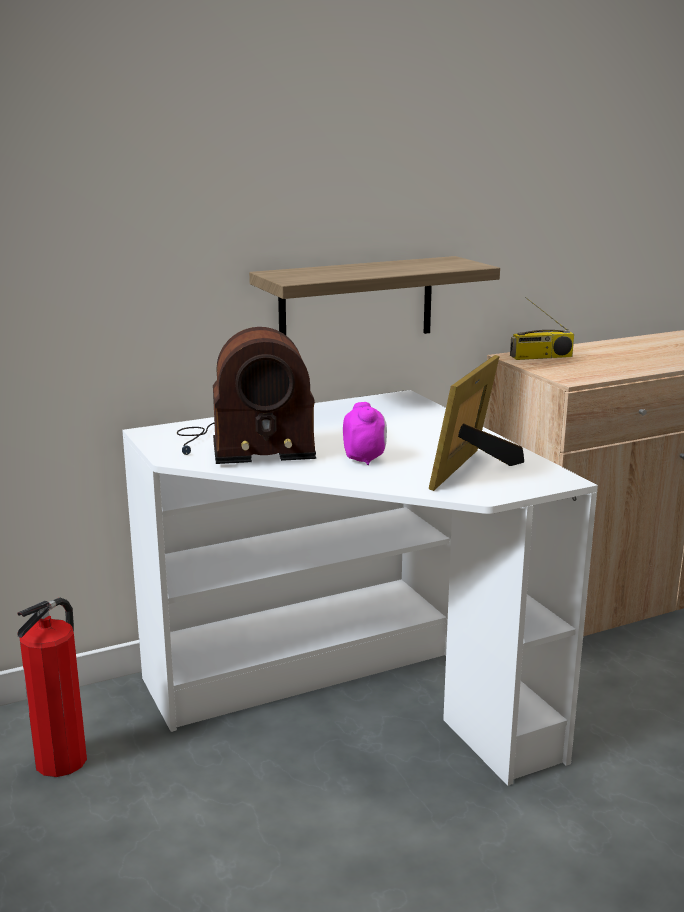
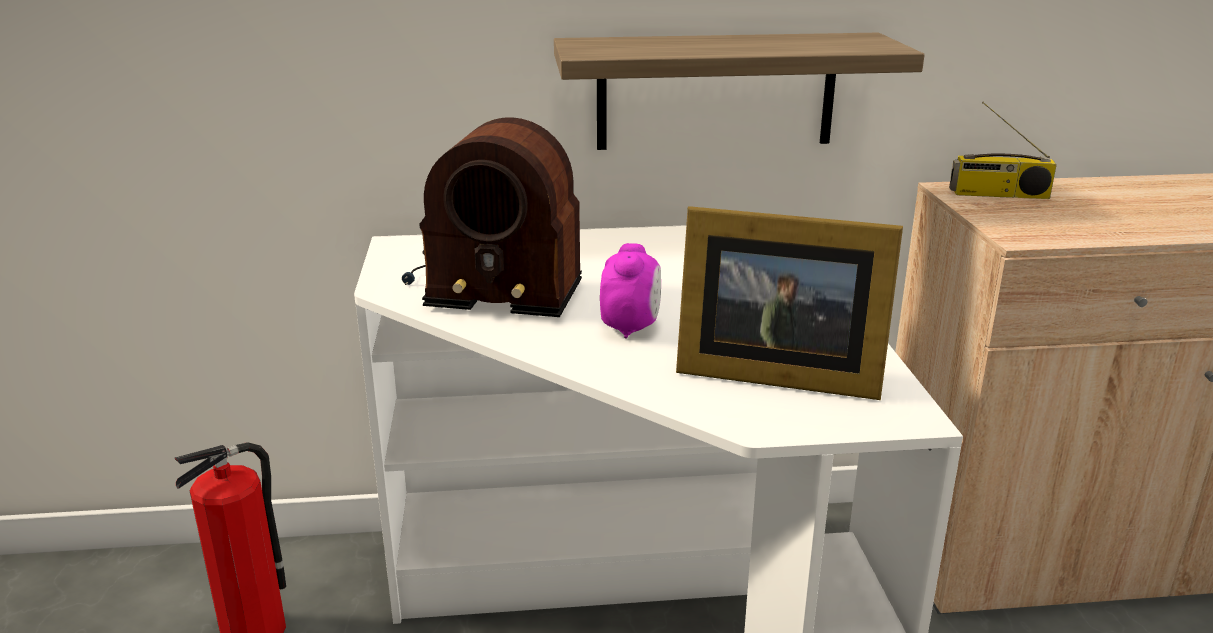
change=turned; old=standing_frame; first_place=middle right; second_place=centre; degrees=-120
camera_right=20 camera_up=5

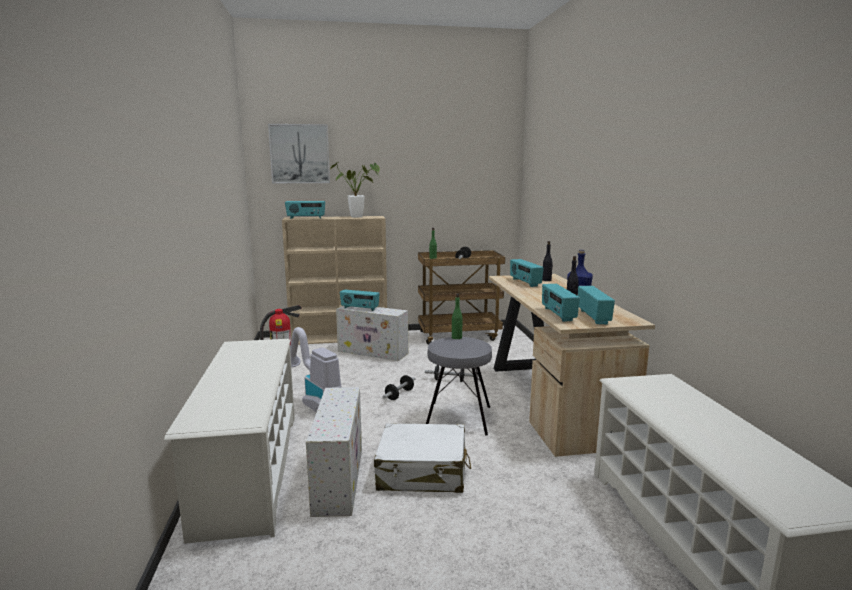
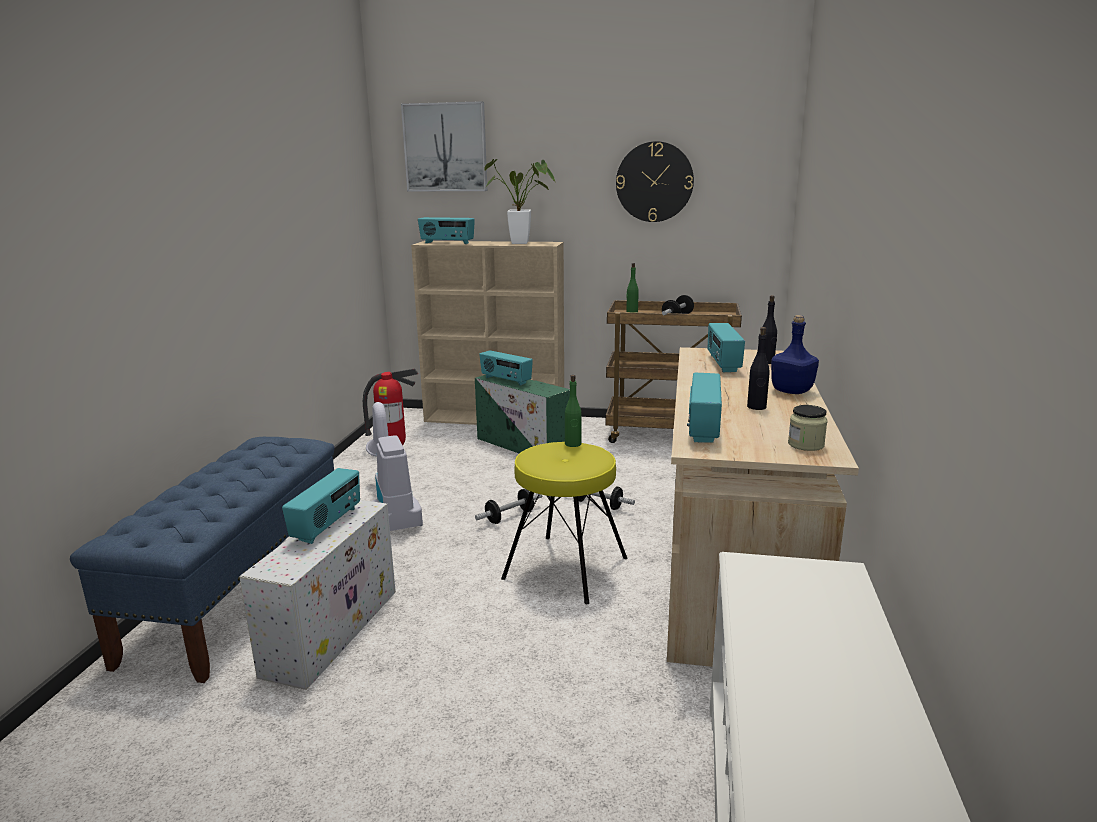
change=removed; old=white_piece_of_luggage; first_place=bottom centre
change=added; new=hanging_clock; second_place=top centre
change=added; new=jar; second_place=middle right
change=moved; old=radio (5th from left in the first image); new=radio (1st from left); first_place=middle right; second_place=middle left
change=replaced; old=white_shoe_rack (1st from left); new=bluish_indoor_bench; first_place=bottom left; second_place=bottom left
change=recoloured; old=white_storage_bin (2nd from left); new=green_storage_bin; first_place=centre; second_place=centre
change=recoloured; old=grey_stool; new=yellow-coloured_stool; first_place=centre; second_place=centre
camera_right=20 camera_up=5

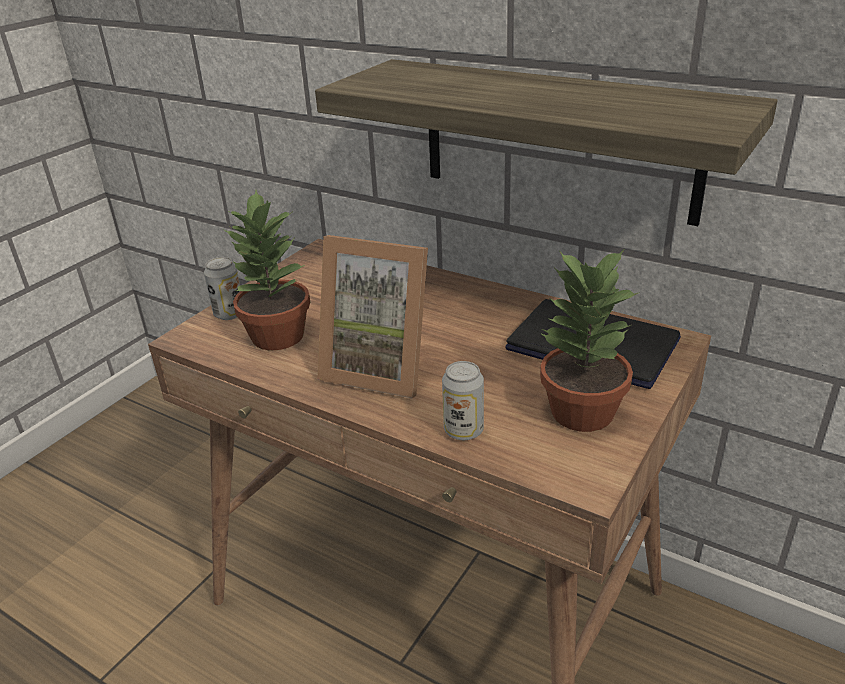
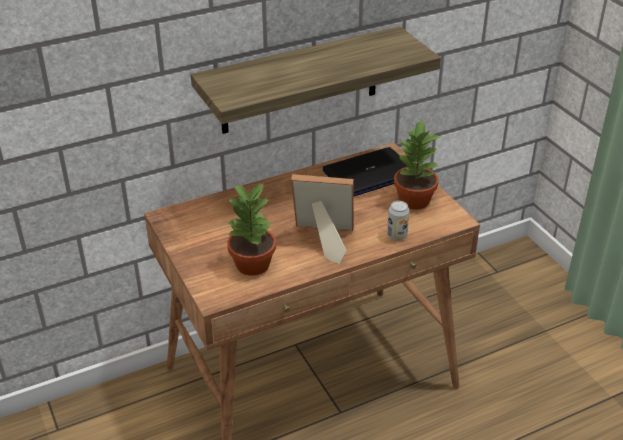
change=removed; old=metal_can (1st from left); first_place=middle left
change=turned; old=standing_frame; first_place=centre; second_place=centre; degrees=-135
camera_right=-60 camera_up=5

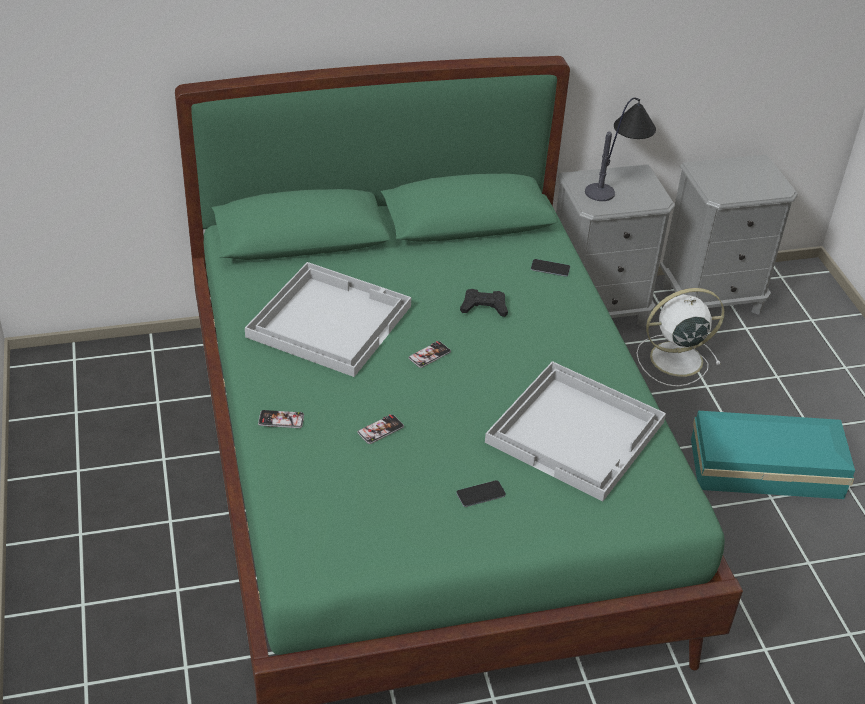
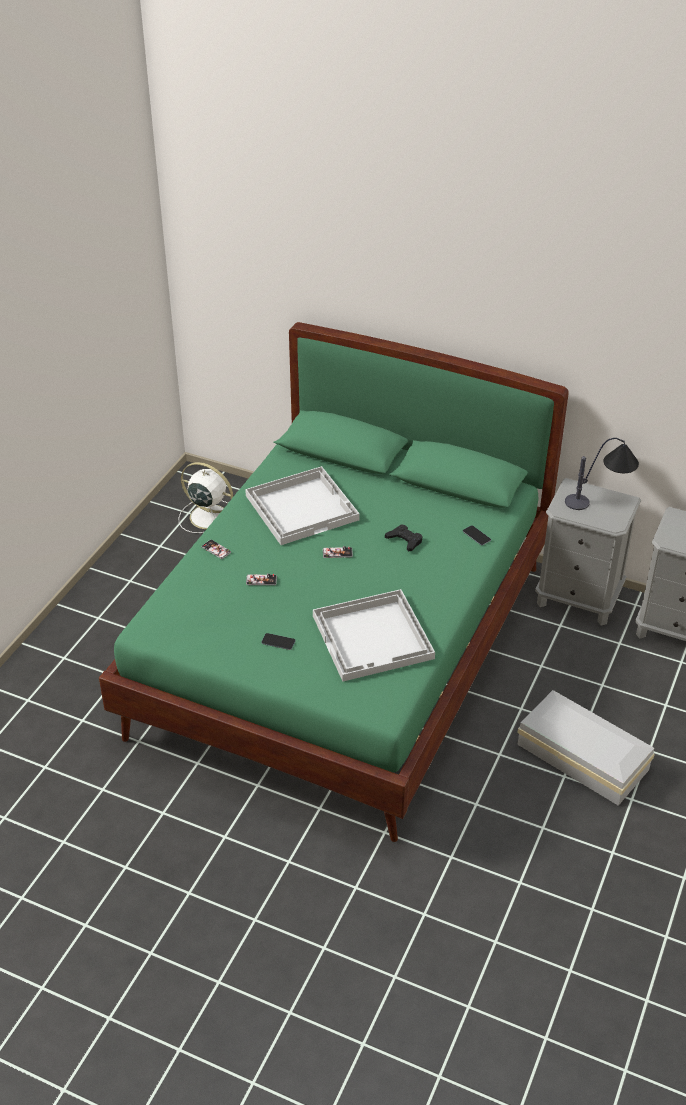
change=moved; old=white_cooling_fan; first_place=middle right; second_place=middle left
change=recoloured; old=blue-green_storage_bin; new=white_storage_bin; first_place=middle right; second_place=bottom right
camera_right=40 camera_up=0

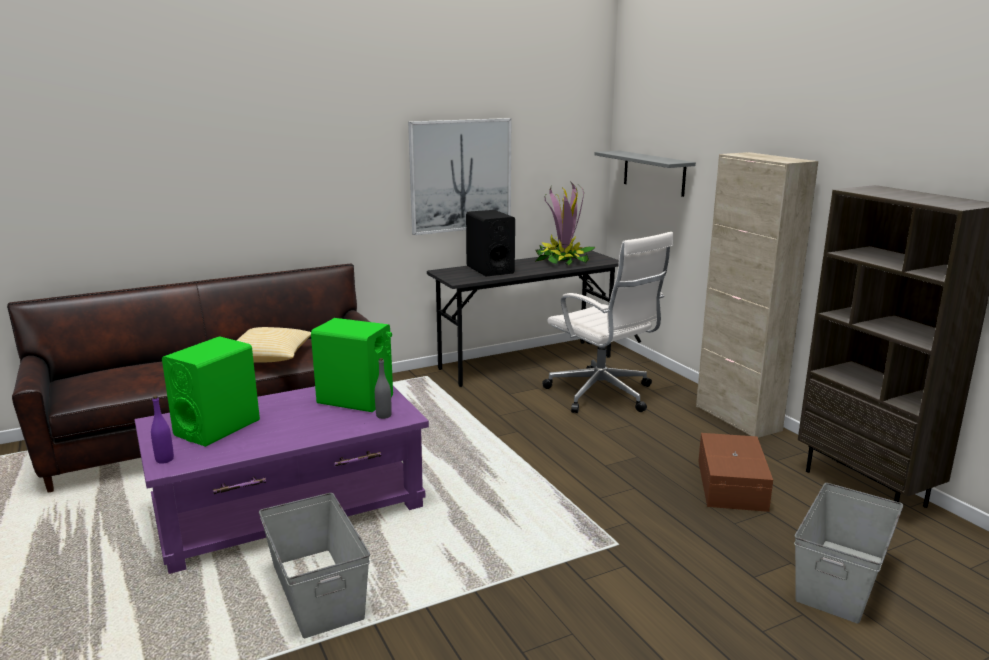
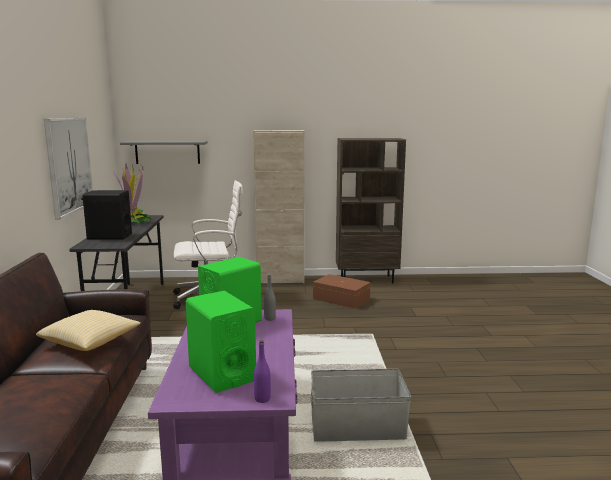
change=removed; old=grey_storage_bin (2nd from left); first_place=bottom right
camera_right=-65 camera_up=-5

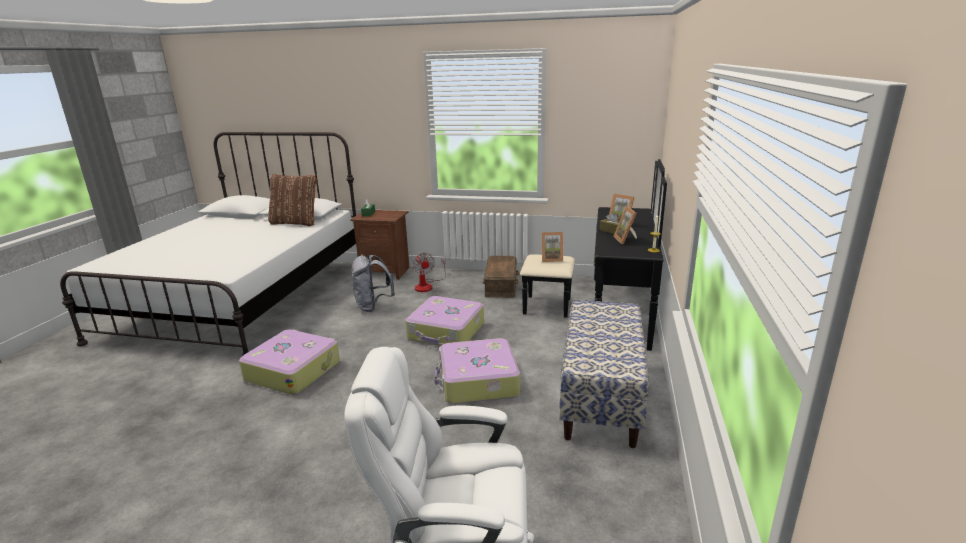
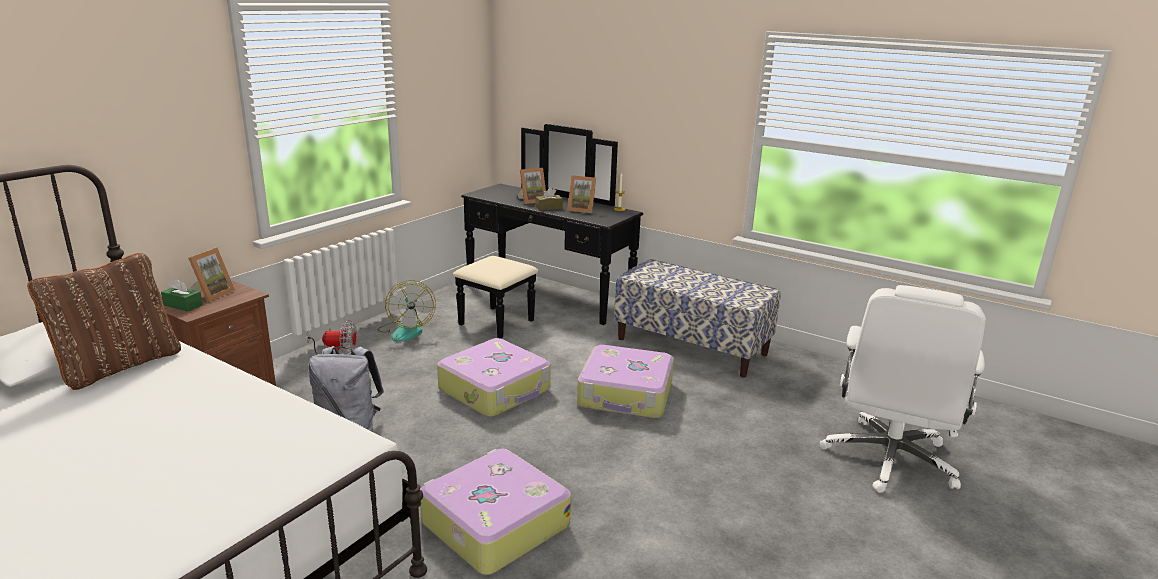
change=moved; old=standing_frame (1st from left); first_place=centre; second_place=middle left
change=replaced; old=brown-coloured_storage_bin; new=cooling_fan (2nd from left); first_place=centre; second_place=centre
camera_right=-70 camera_up=0

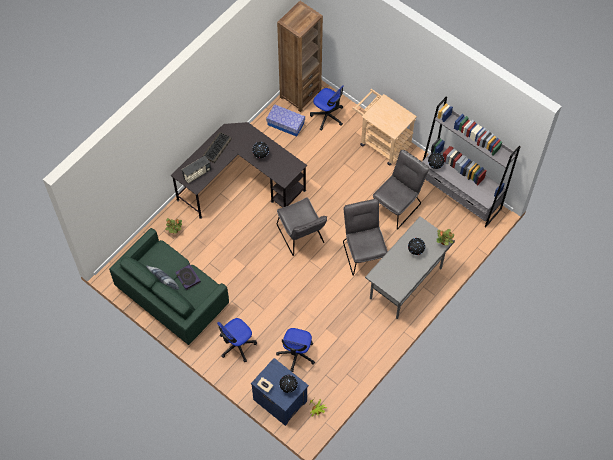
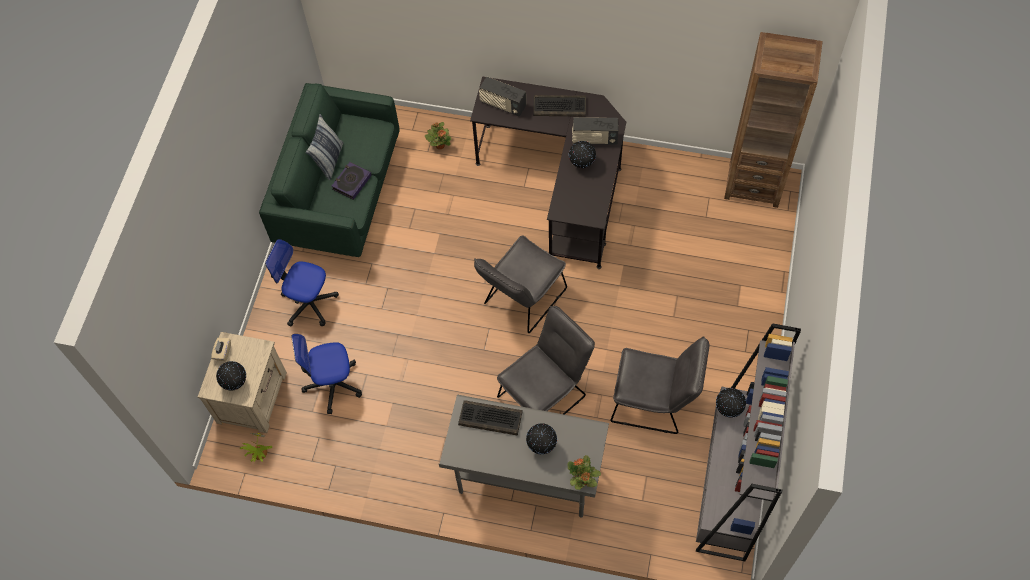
change=removed; old=storage_bin; first_place=top centre
change=removed; old=computer_chair (3rd from left); first_place=top centre
change=removed; old=beige_cart; first_place=top centre
change=added; new=computer_keyboard (1st from left); second_place=bottom centre
change=added; new=radio (2nd from left); second_place=top centre
change=recoloured; old=bluish_nightstand; new=beige_nightstand; first_place=bottom centre; second_place=middle left
camera_right=65 camera_up=0

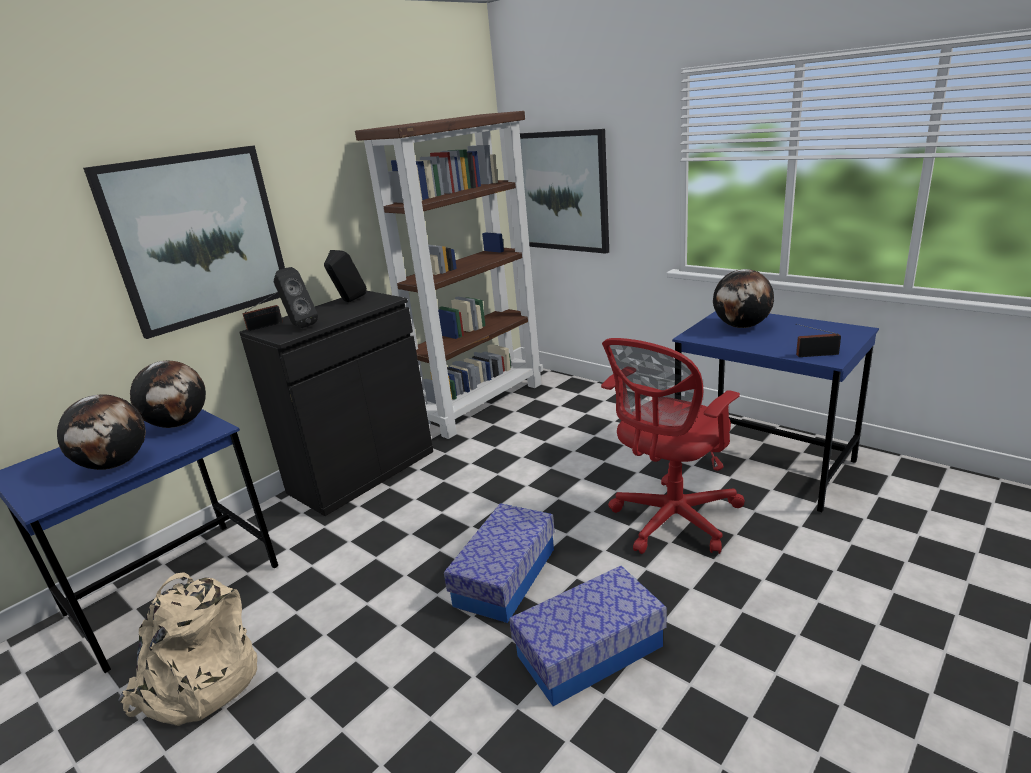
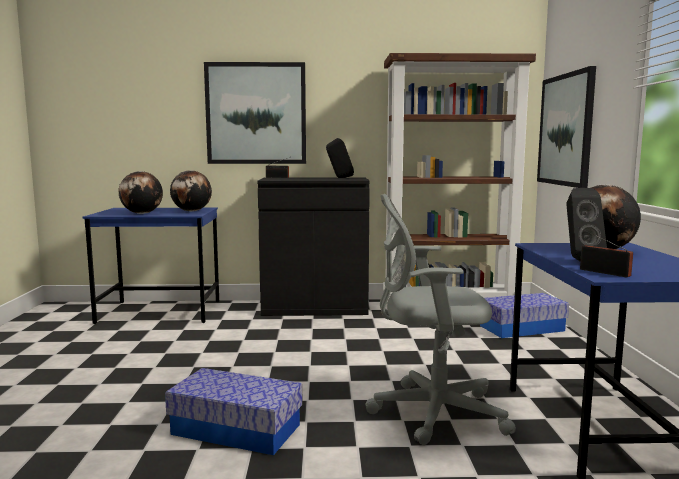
change=removed; old=beige_backpack; first_place=bottom left
change=moved; old=black-coloured_loudspeaker (1st from left in the first image); new=black-coloured_loudspeaker (2nd from left); first_place=middle left; second_place=middle right
change=moved; old=storage_bin (1st from left in the first image); new=storage_bin (2nd from left); first_place=bottom centre; second_place=middle right
change=recoloured; old=red-coloured_computer_chair; new=grey_computer_chair; first_place=centre; second_place=centre
camera_right=45 camera_up=-15

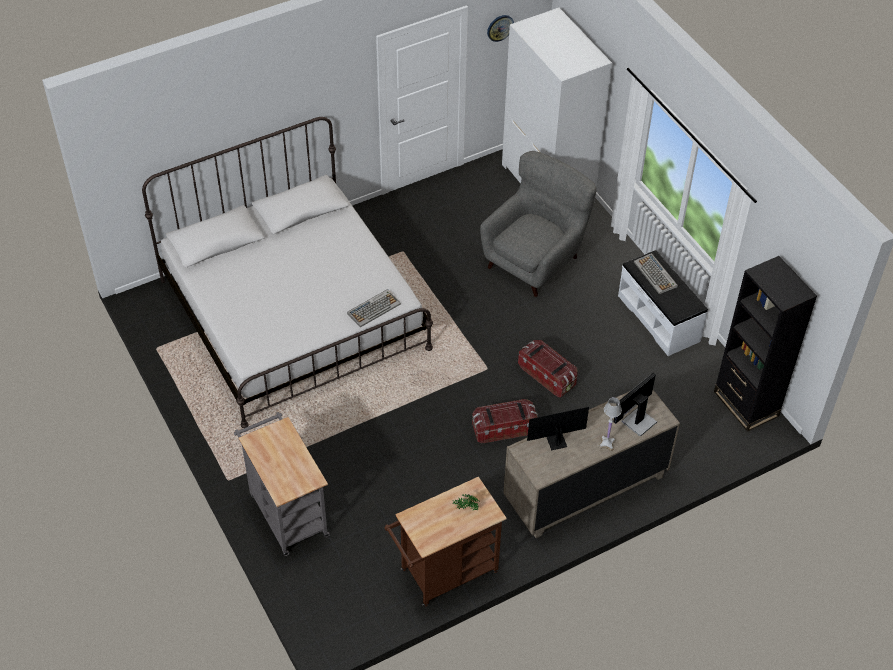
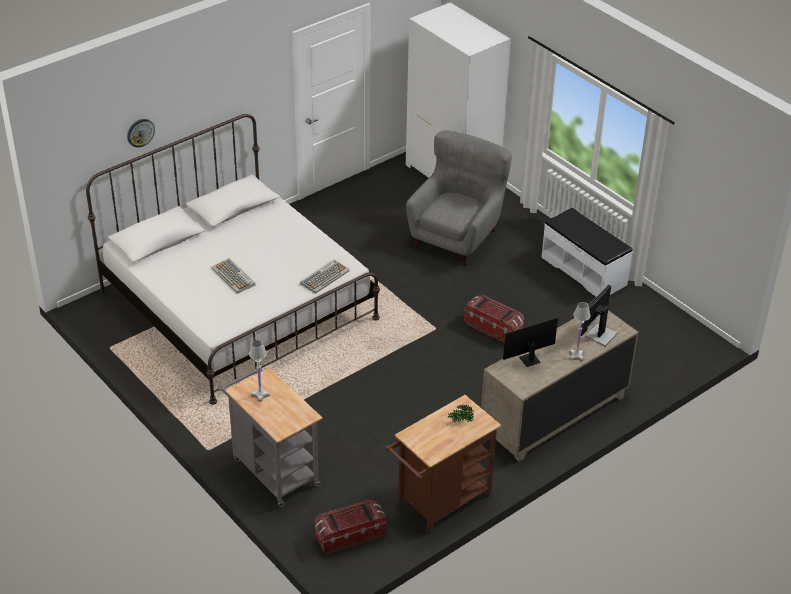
change=removed; old=black-coloured_bookcase; first_place=middle right
change=added; new=white_tabletop_lamp (1st from left); second_place=middle left
change=moved; old=storage_bin (1st from left); first_place=centre; second_place=bottom centre
change=moved; old=hanging_clock; first_place=top centre; second_place=top left
change=moved; old=computer_keyboard (2nd from left in the first image); new=computer_keyboard (1st from left); first_place=middle right; second_place=middle left
camera_right=-10 camera_up=-10

